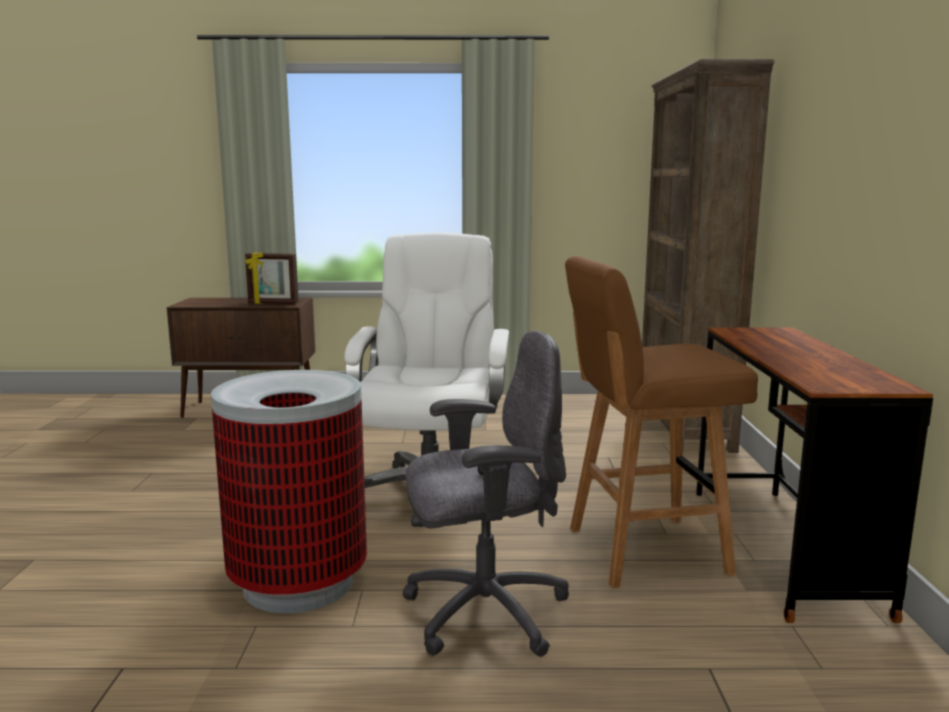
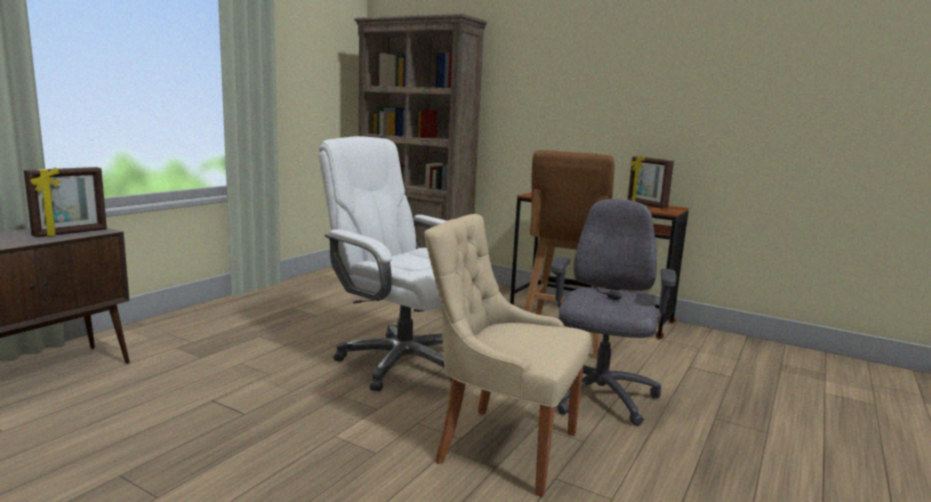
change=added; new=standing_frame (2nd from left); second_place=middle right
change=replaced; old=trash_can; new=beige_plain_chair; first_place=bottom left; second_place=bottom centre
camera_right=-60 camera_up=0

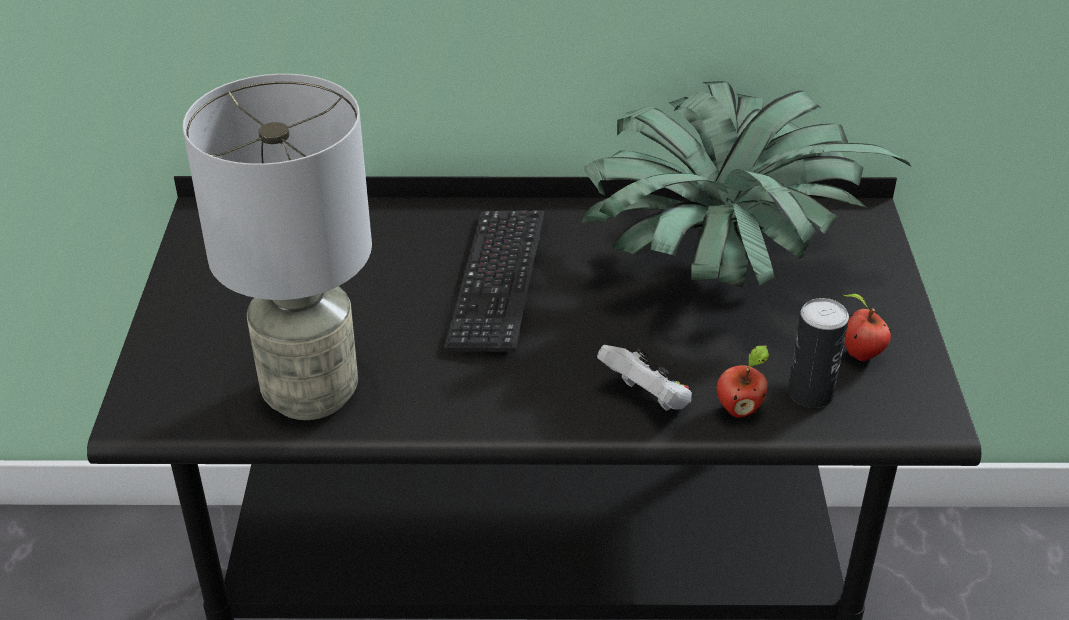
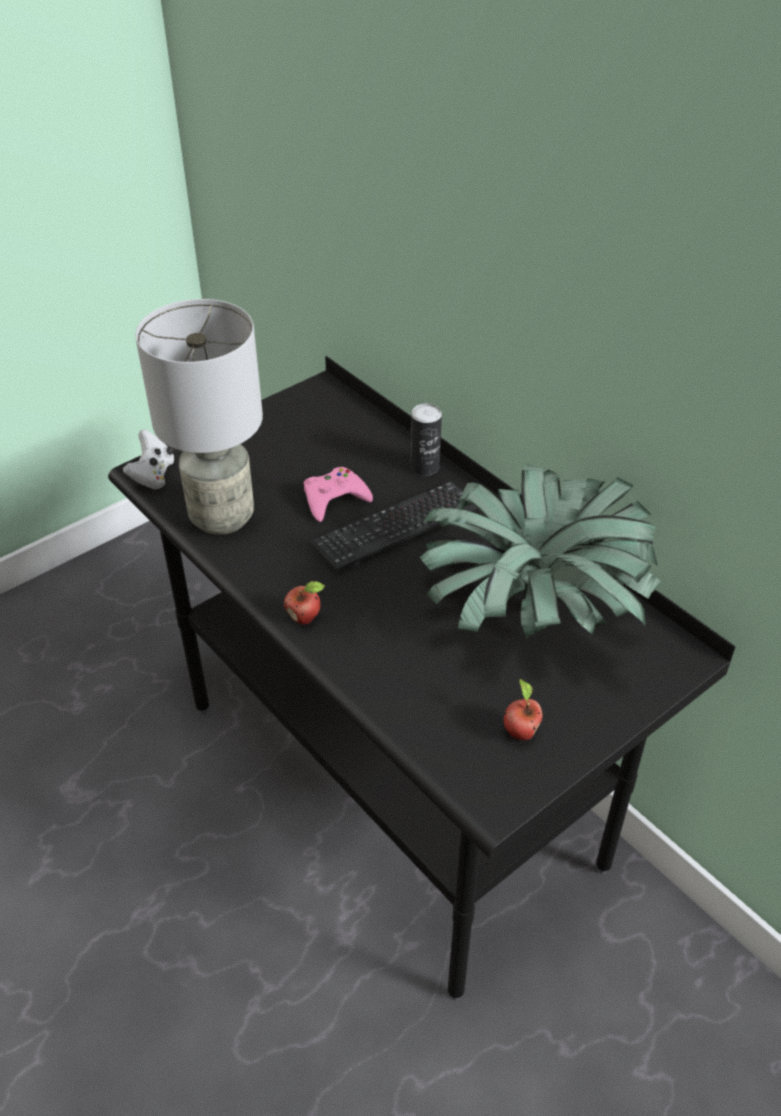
change=added; new=pinkish_gamepad; second_place=centre
change=moved; old=white_gamepad; first_place=centre; second_place=middle left
change=moved; old=apple (1st from left); first_place=middle right; second_place=centre
change=moved; old=metal_can; first_place=middle right; second_place=centre
camera_right=50 camera_up=5

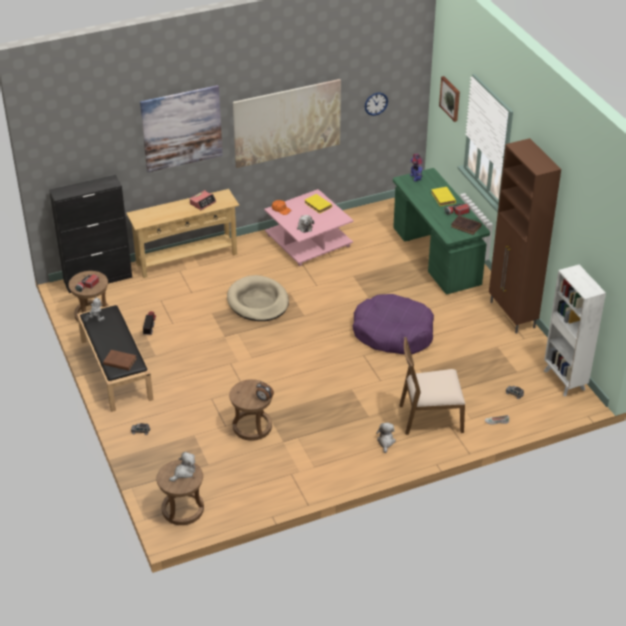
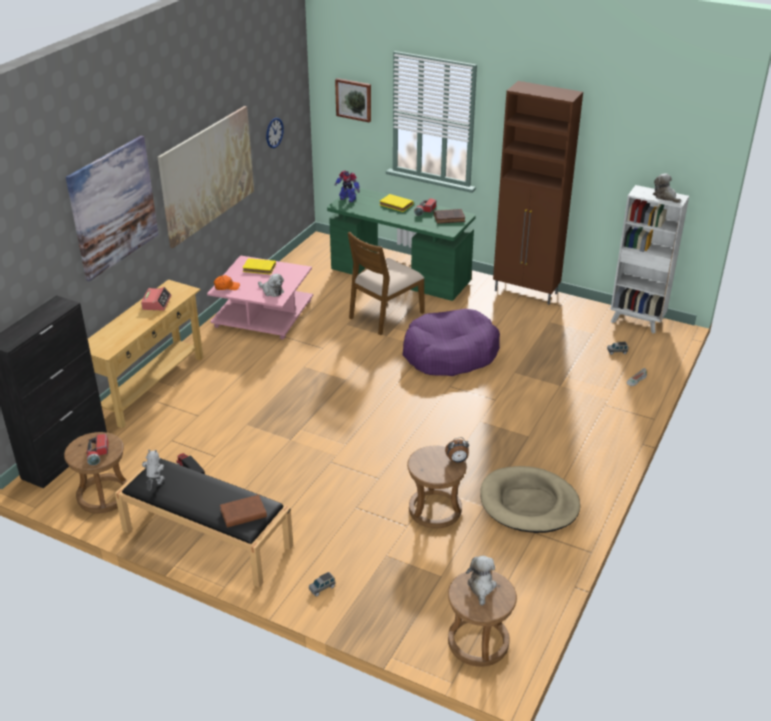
change=moved; old=beige_dog_bed; first_place=centre; second_place=bottom right
change=moved; old=cuddly_toy (3rd from left); first_place=bottom centre; second_place=top right
change=moved; old=brown-coloured_plain_chair; first_place=middle right; second_place=centre
camera_right=-40 camera_up=-5

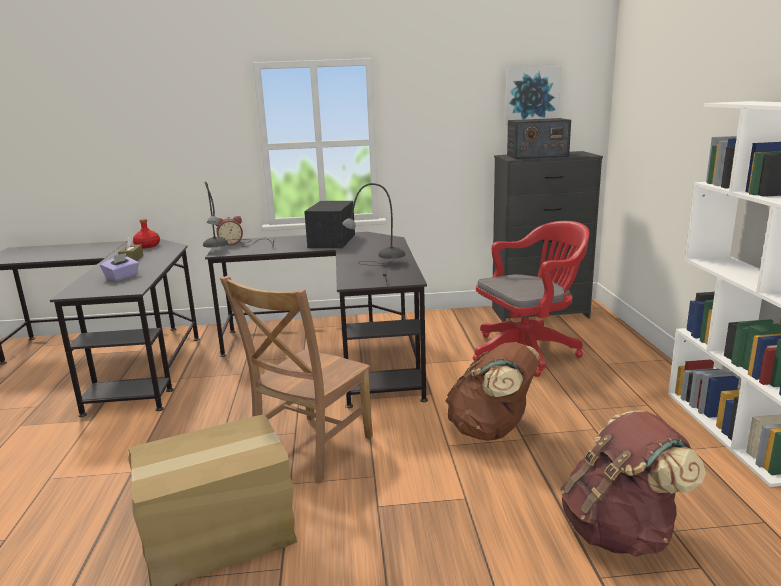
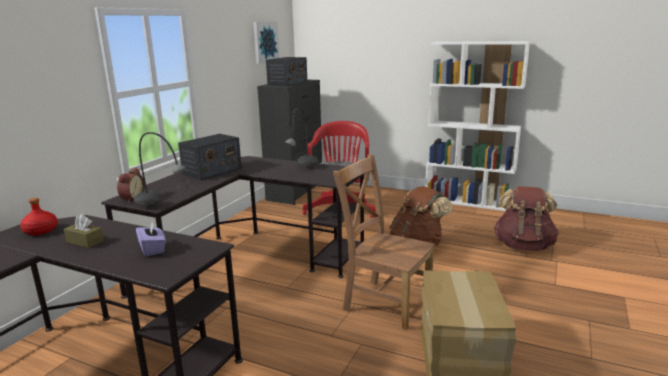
change=turned; old=brown-coloured_plain_chair; first_place=centre; second_place=centre; degrees=150
change=turned; old=radio (1st from left); first_place=centre; second_place=middle left; degrees=-90
camera_right=-60 camera_up=0

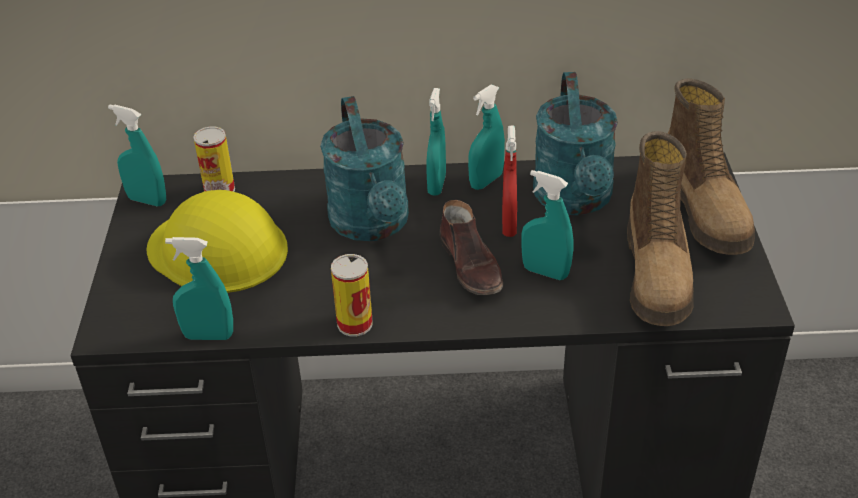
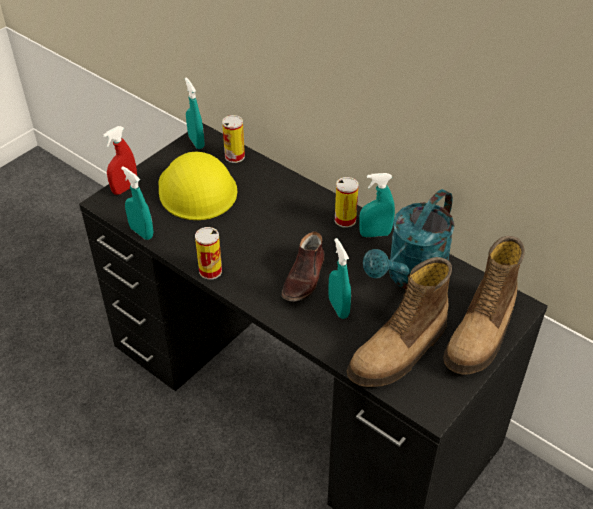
change=removed; old=blue-green_watering_can (1st from left); first_place=centre
change=moved; old=red-coloured_hand_sprayer; first_place=centre; second_place=top left
change=replaced; old=blue-green_hand_sprayer (3rd from left); new=metal_can (3rd from left); first_place=top centre; second_place=centre
camera_right=40 camera_up=5

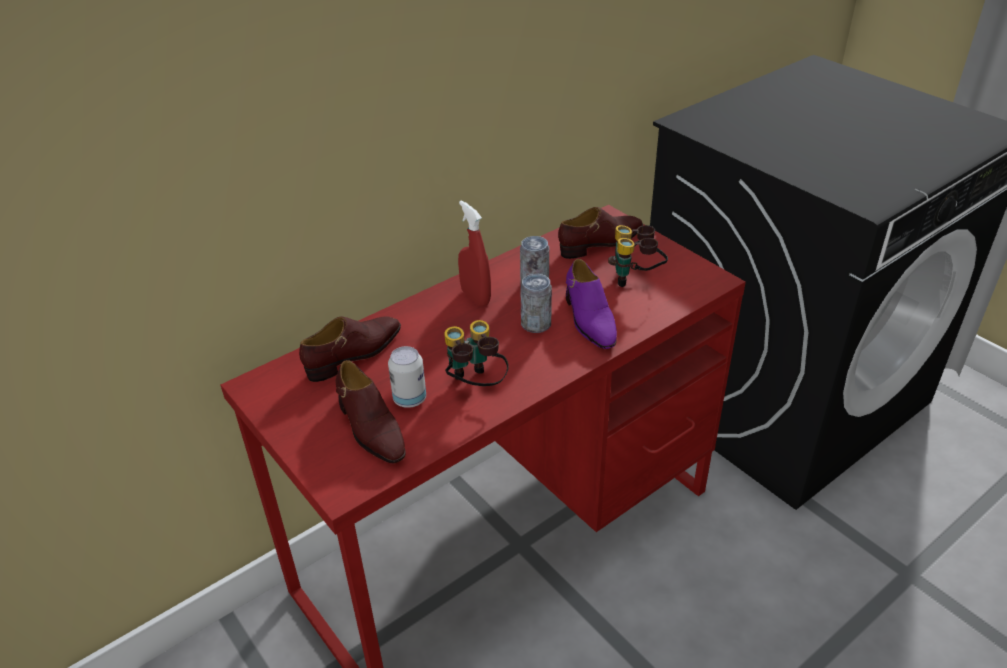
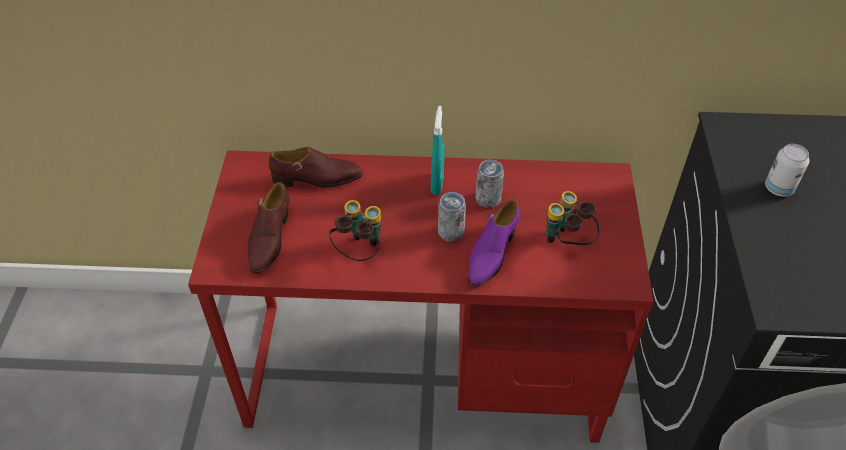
change=removed; old=brown-coloured_low_shoe (3rd from left); first_place=centre
change=moved; old=metal_can (1st from left in the first image); new=metal_can (3rd from left); first_place=centre; second_place=middle right
change=recoloured; old=red-coloured_hand_sprayer; new=blue-green_hand_sprayer; first_place=centre; second_place=centre
camera_right=40 camera_up=10

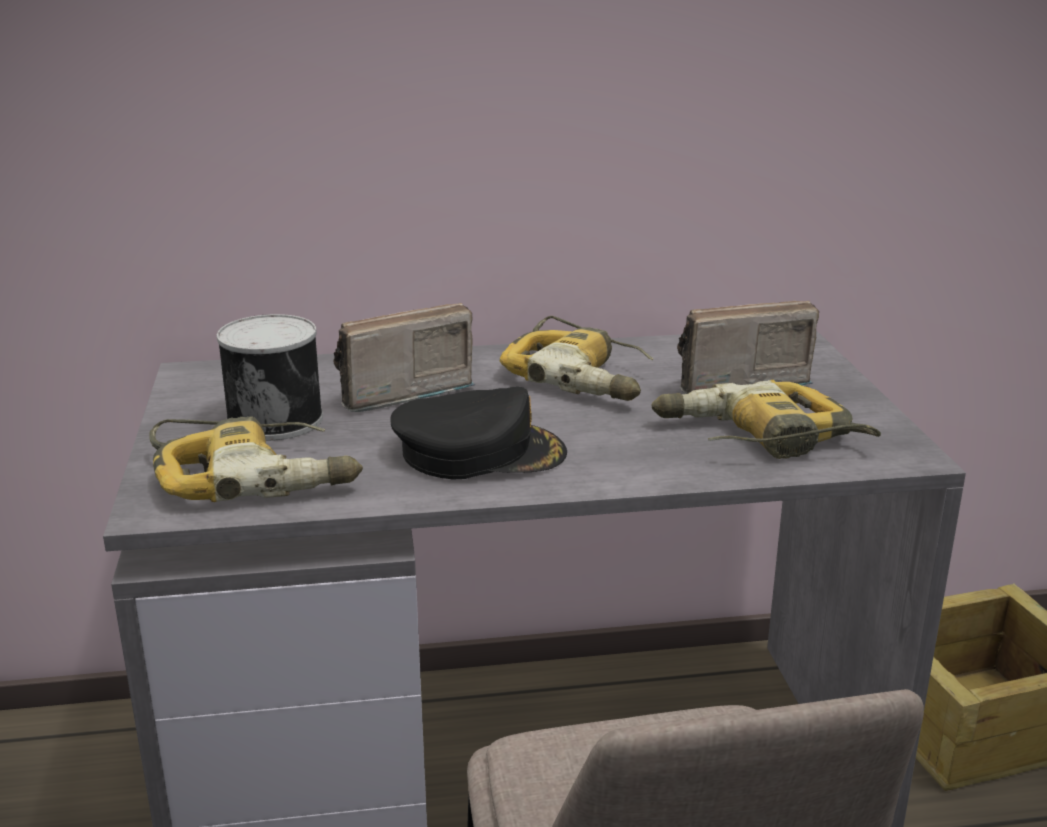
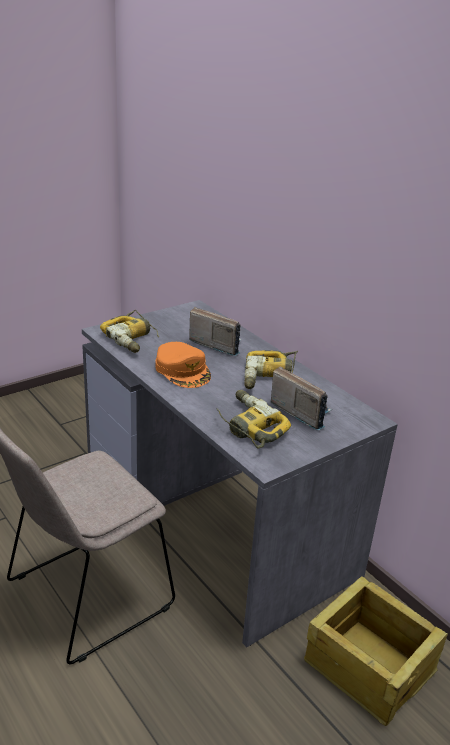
change=removed; old=metal_can; first_place=middle left
change=recoloured; old=black-coloured_cap; new=orange-coloured_cap; first_place=centre; second_place=centre
camera_right=60 camera_up=5

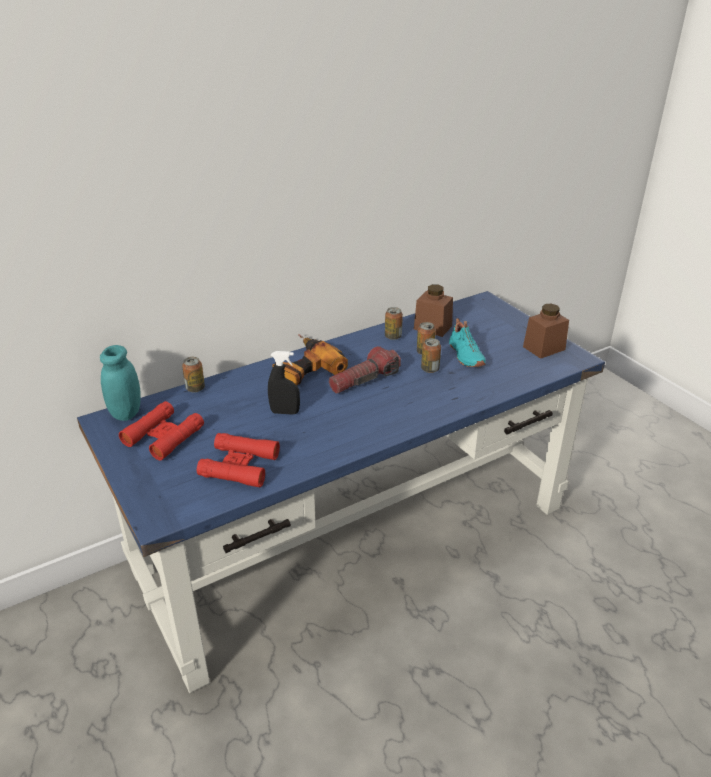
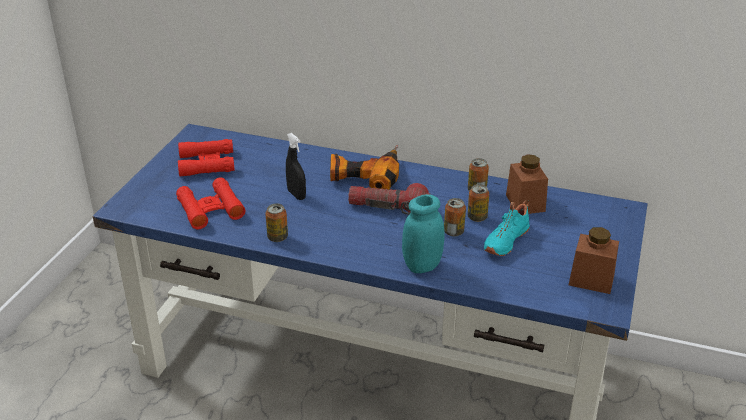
change=moved; old=blue-green_jar; first_place=middle left; second_place=centre
change=moved; old=metal_can (1st from left); first_place=middle left; second_place=centre
camera_right=50 camera_up=0

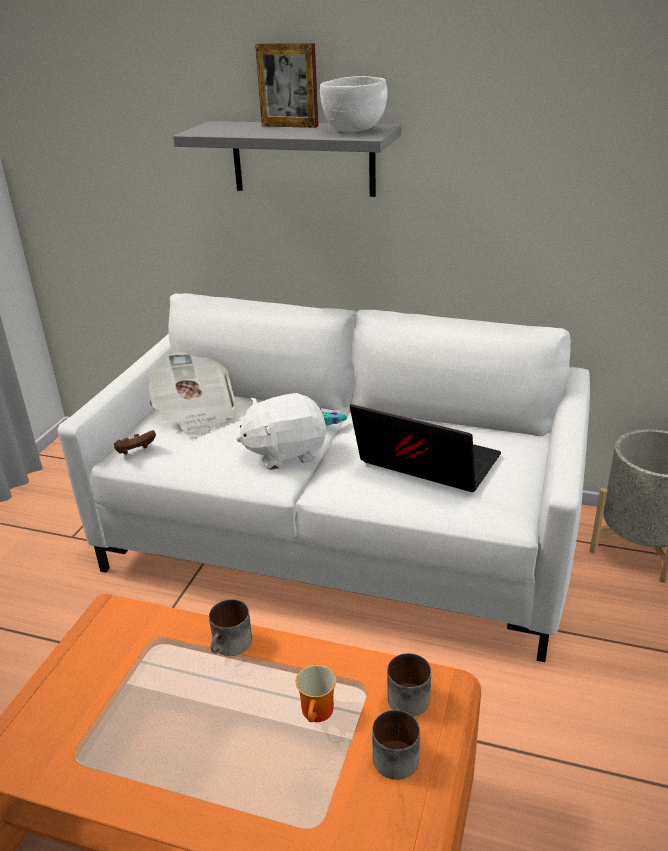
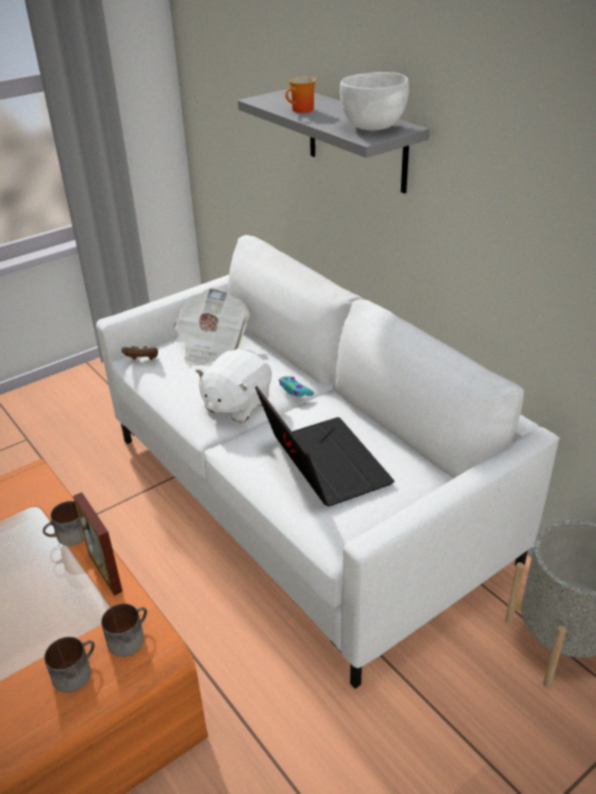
change=moved; old=standing_frame; first_place=top centre; second_place=bottom left
change=moved; old=mug (2nd from left in the first image); new=mug (4th from left); first_place=bottom centre; second_place=top centre
change=turned; old=white_cuddly_toy; first_place=centre; second_place=centre; degrees=-75
camera_right=35 camera_up=5

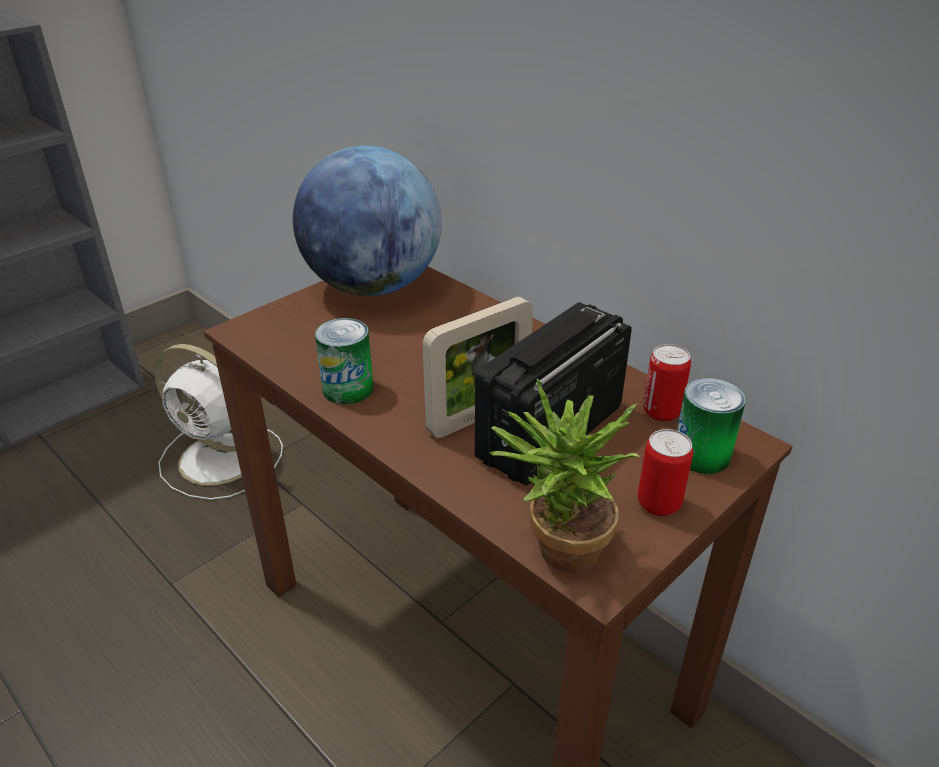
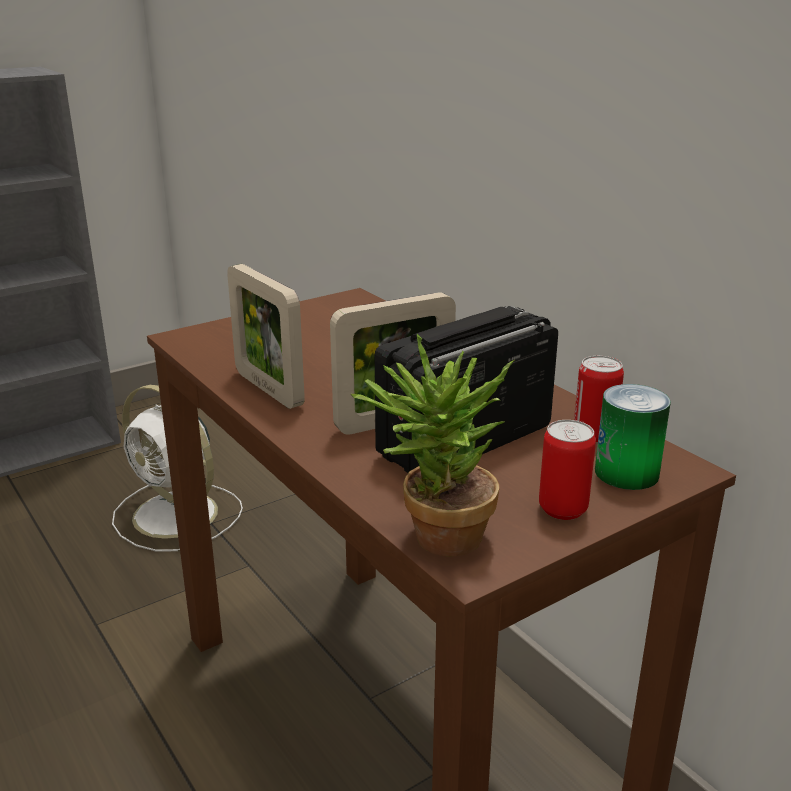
change=removed; old=globe; first_place=top centre
change=replaced; old=metal_can (1st from left); new=standing_frame (1st from left); first_place=centre; second_place=centre
camera_right=10 camera_up=-10

